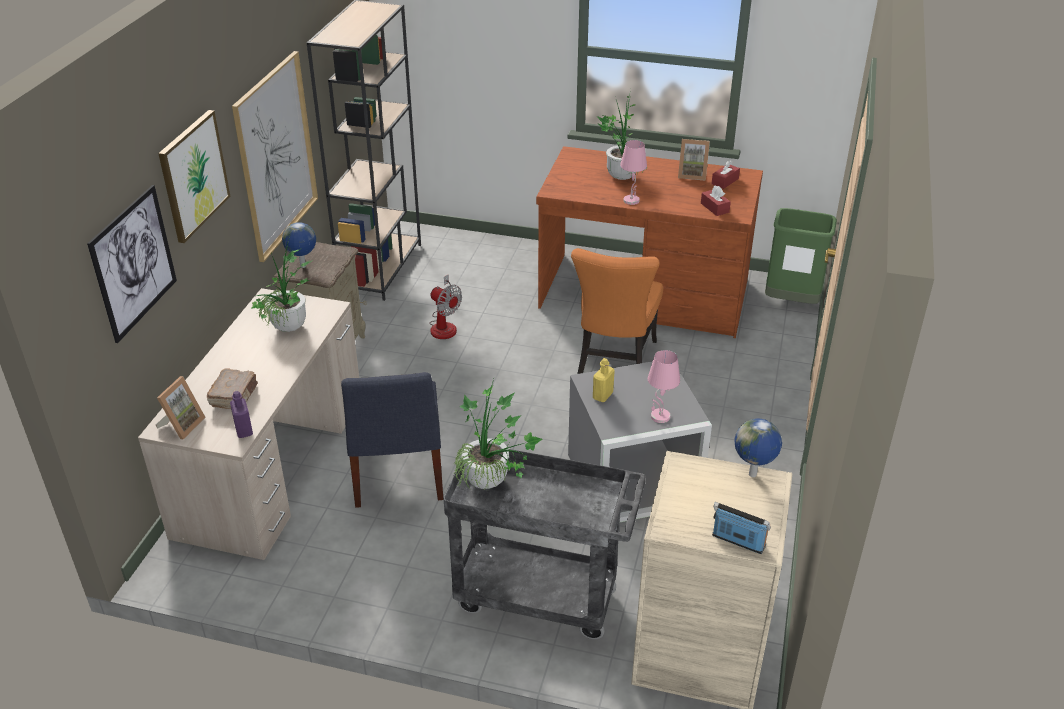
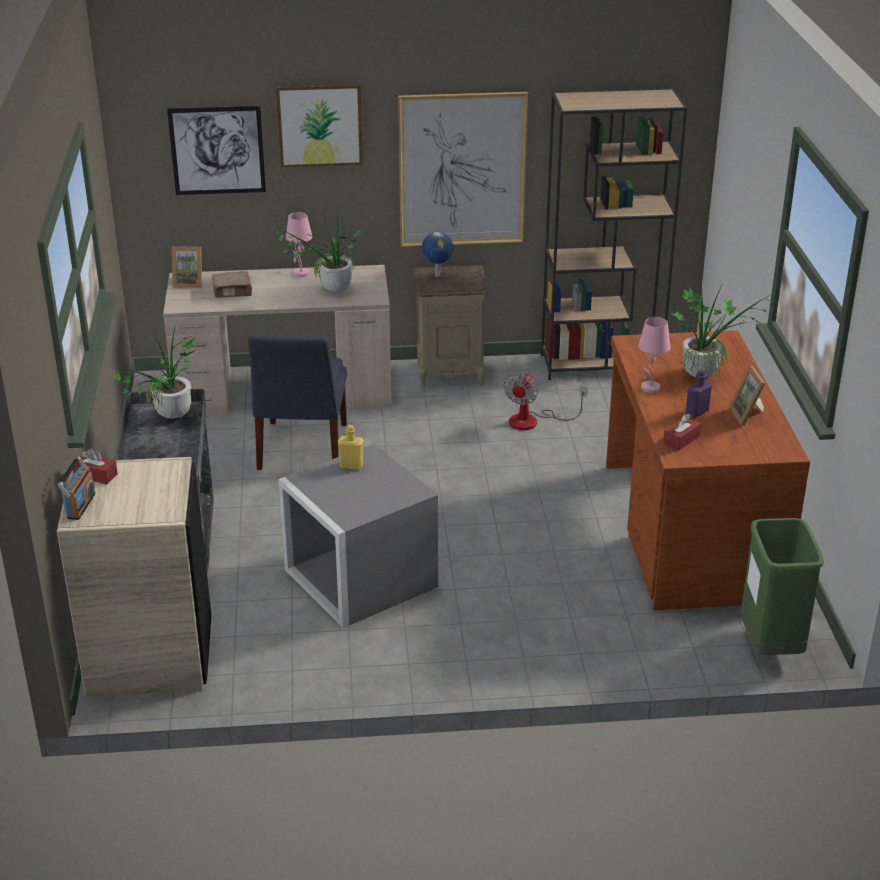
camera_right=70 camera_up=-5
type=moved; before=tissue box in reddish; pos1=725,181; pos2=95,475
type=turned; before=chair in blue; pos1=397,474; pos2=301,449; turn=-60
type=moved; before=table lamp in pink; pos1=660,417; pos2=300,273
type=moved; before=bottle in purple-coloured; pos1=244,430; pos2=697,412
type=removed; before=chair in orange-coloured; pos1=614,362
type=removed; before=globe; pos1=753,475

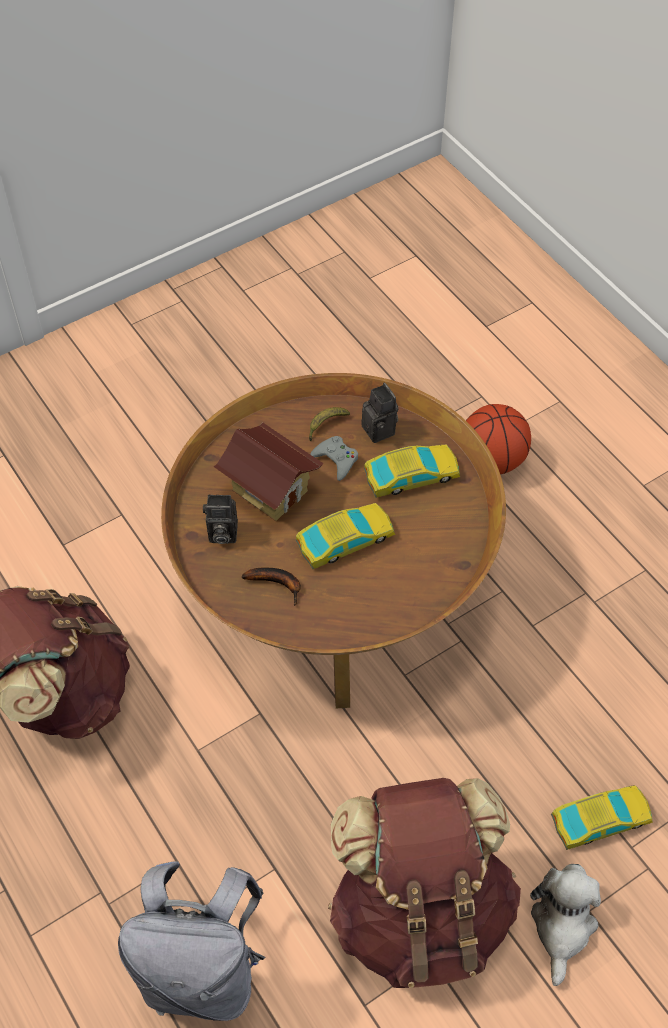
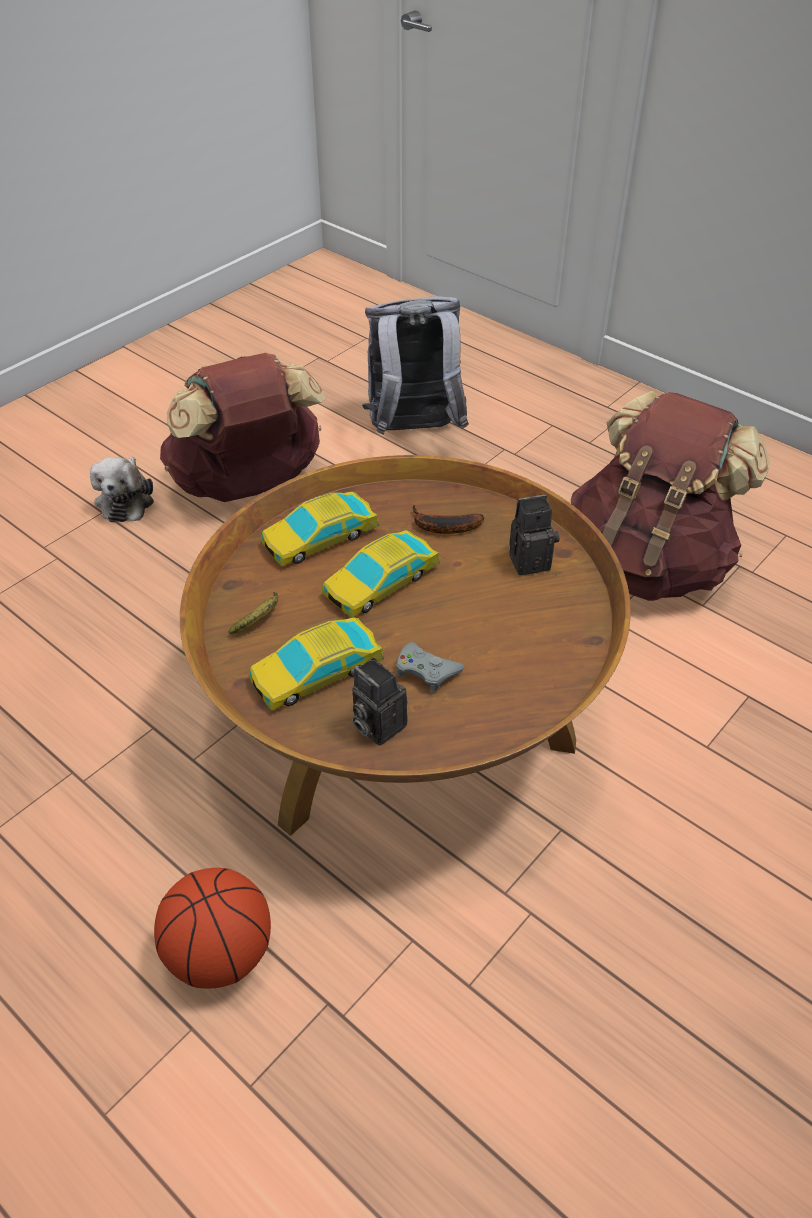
camera_right=165 camera_up=-10
type=moved; before=banana; pos1=326,425; pos2=259,619
type=moved; before=toy car; pos1=600,820; pos2=320,537
type=removed; before=miniature house; pos1=270,490

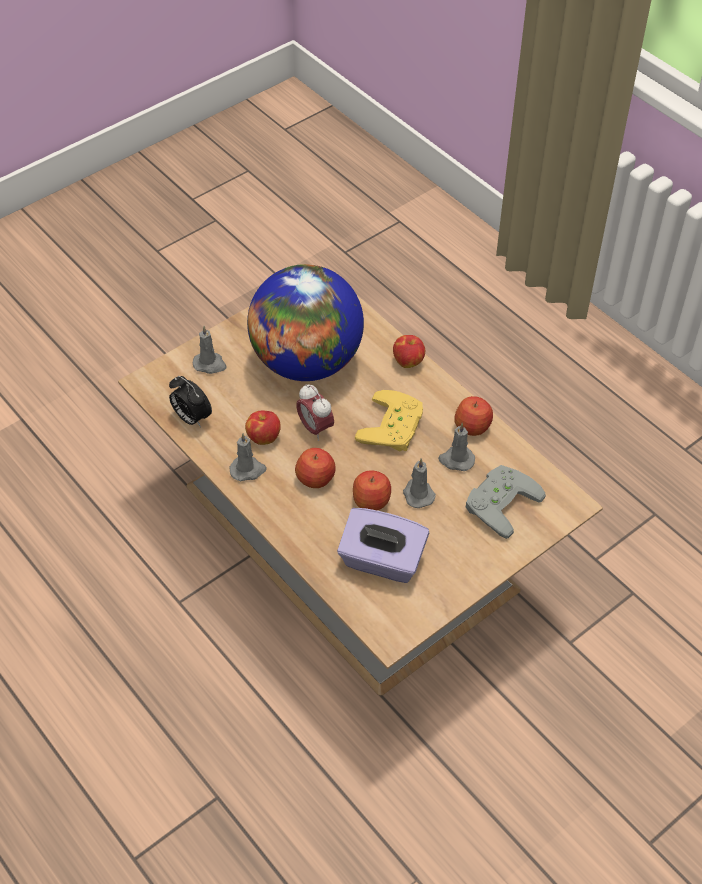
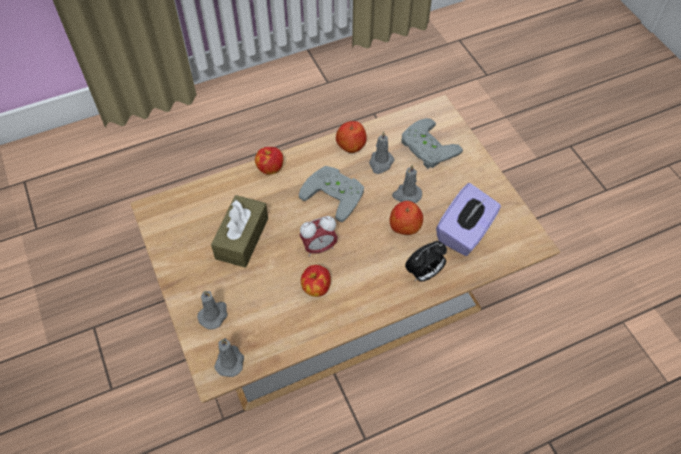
camera_right=-75 camera_up=5
type=replaced; before=globe; after=tissue box in brown-coloured; pos1=307,362; pos2=242,238
type=moved; before=wax light in greyish; pos1=248,470; pos2=230,361
type=recoloured; before=joypad in yellow-coloured; after=joypad in greyish; pos1=395,427; pos2=336,193
type=moved; before=bedside clock; pos1=191,418; pos2=424,274
type=removed; before=apple; pos1=316,478

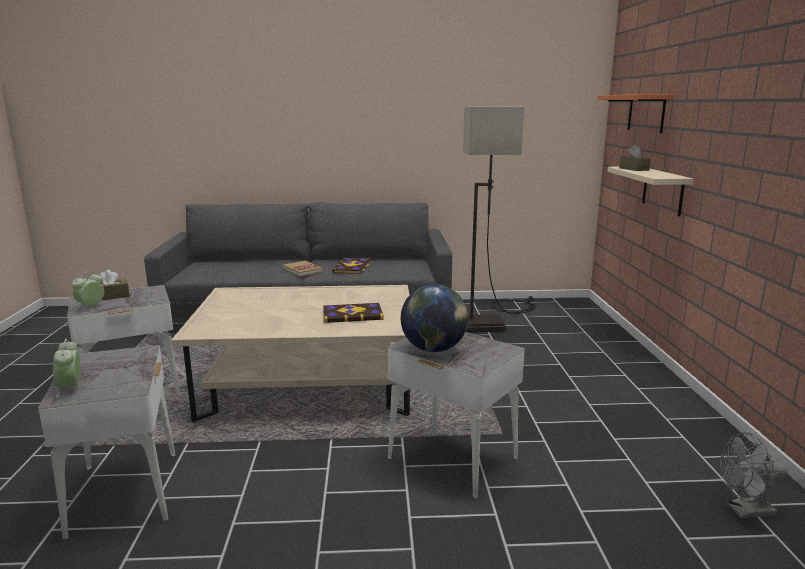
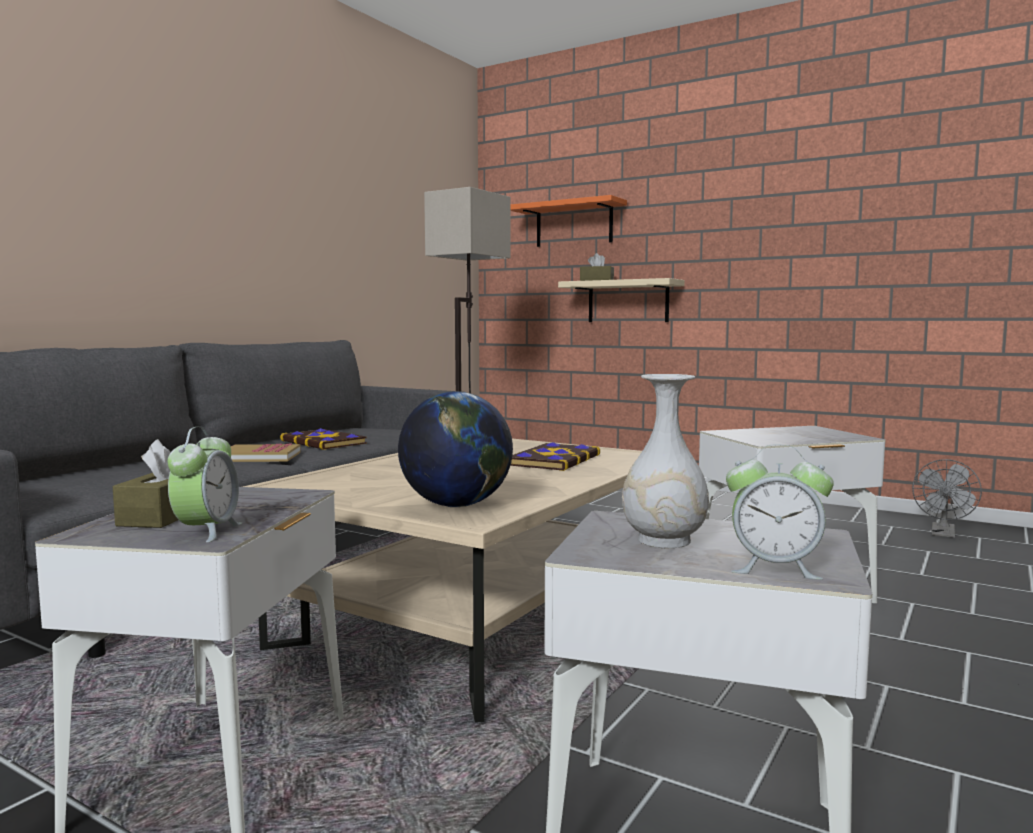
camera_right=-55 camera_up=-10
type=turned; before=bedside clock; pos1=91,307; pos2=207,531; turn=-150
type=moved; before=globe; pos1=433,350; pos2=456,506
type=added; after=decorative vase in whitish; pos2=663,540

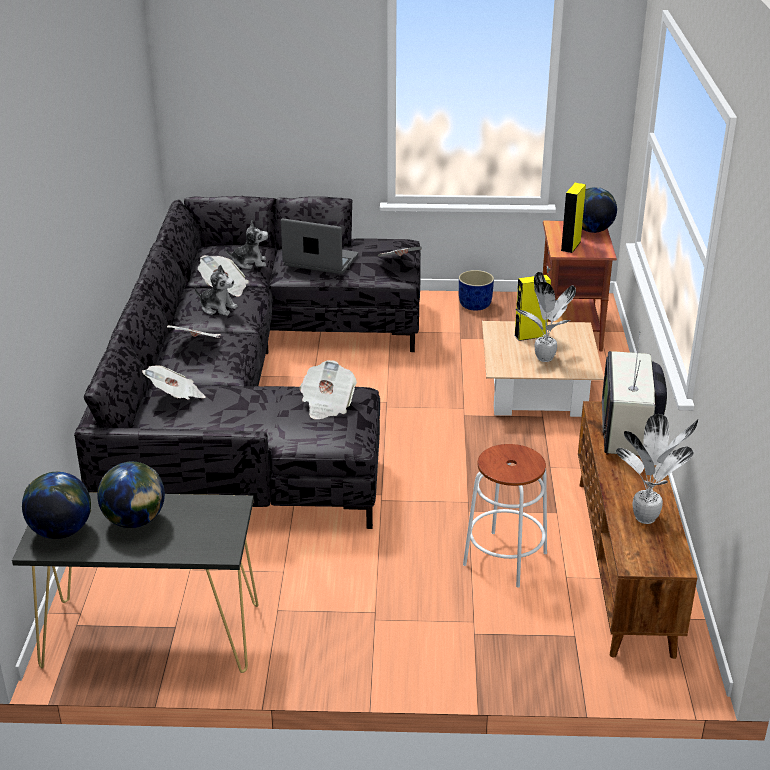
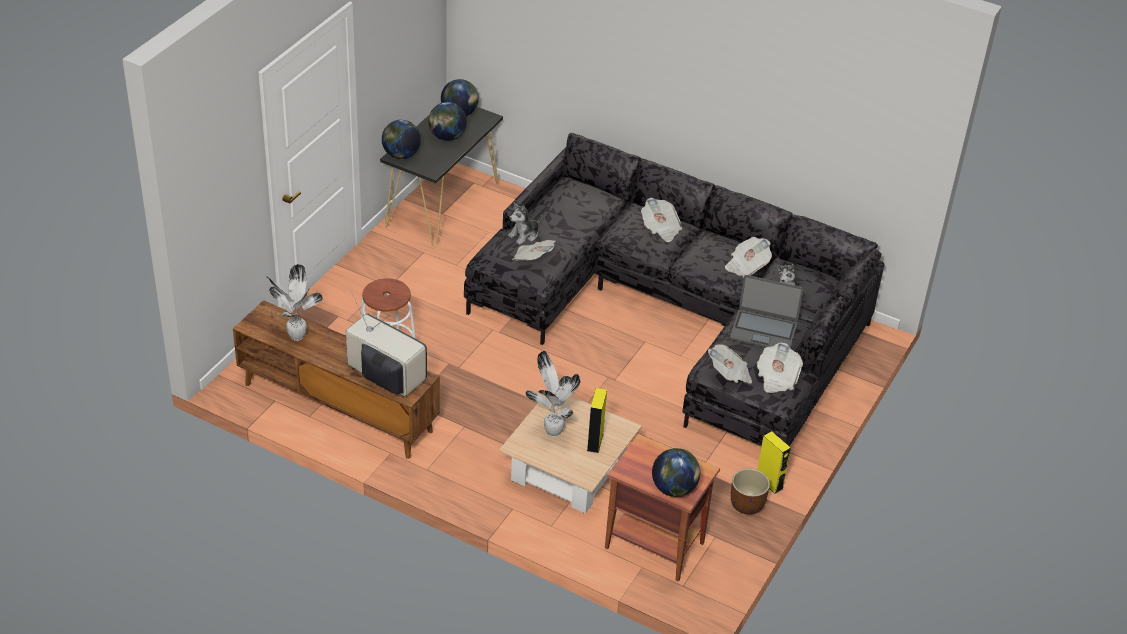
camera_right=115 camera_up=10
type=added; after=globe; pos2=401,155
type=moved; before=cuddly toy; pos1=217,308; pos2=524,235
type=turned; before=portable computer; pos1=320,261; pos2=763,331; turn=60
type=recoloured; before=flower pot in blue; after=flower pot in brown-coloured; pos1=475,305; pos2=746,504
type=moved; before=printed paper; pos1=176,396; pos2=776,378
type=moved; before=loudspeaker in yellow-coloured; pos1=571,246; pos2=769,482

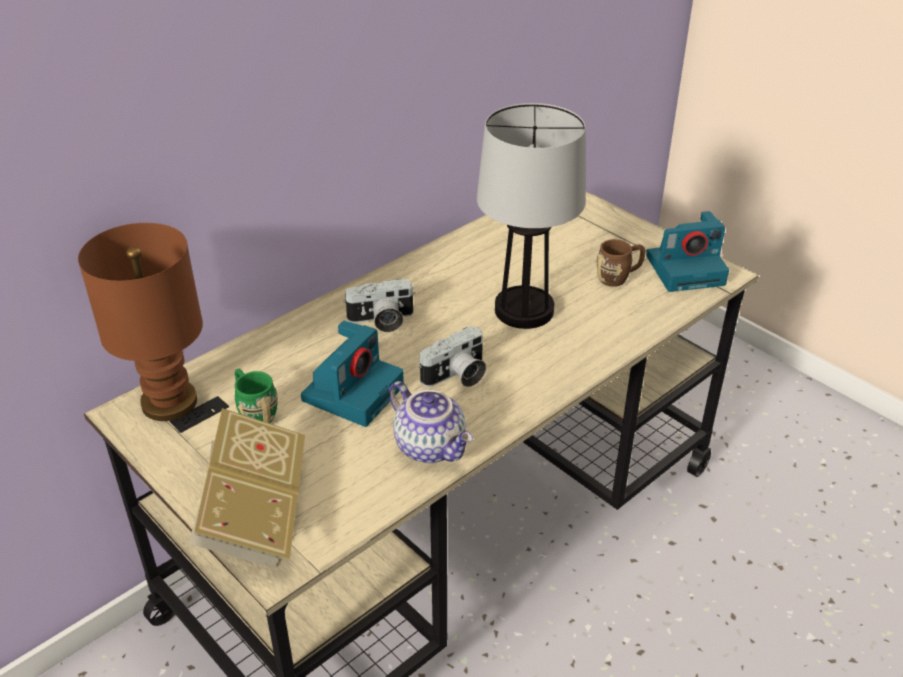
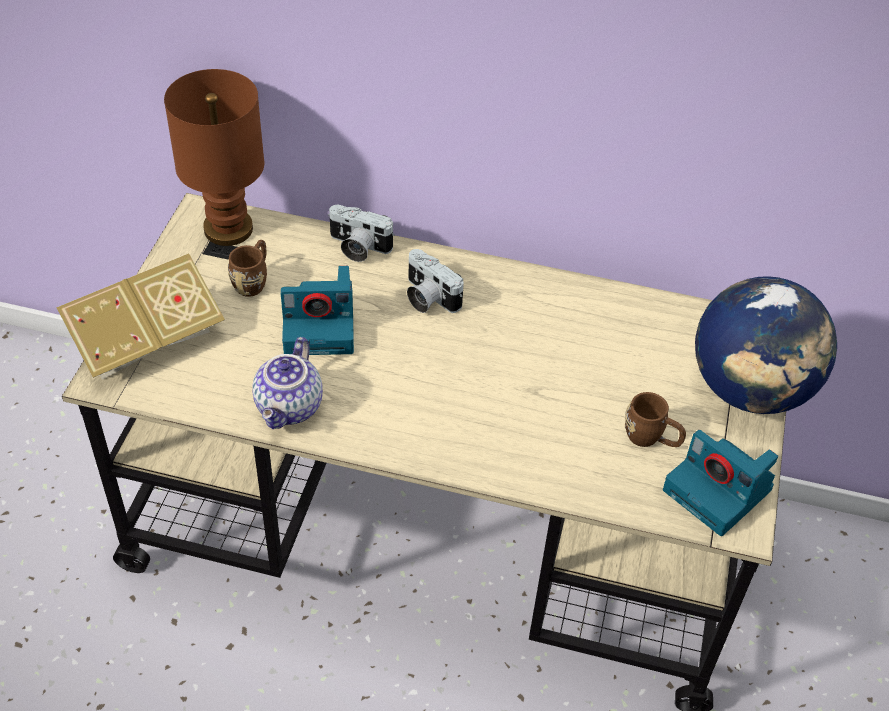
camera_right=55 camera_up=10
type=recoloured; before=tea mug in greenish; after=tea mug in brown-coloured; pos1=254,411; pos2=253,280
type=moved; before=photo camera; pos1=457,376; pos2=357,247
type=added; after=globe; pos2=750,390
type=removed; before=table lamp; pos1=525,311

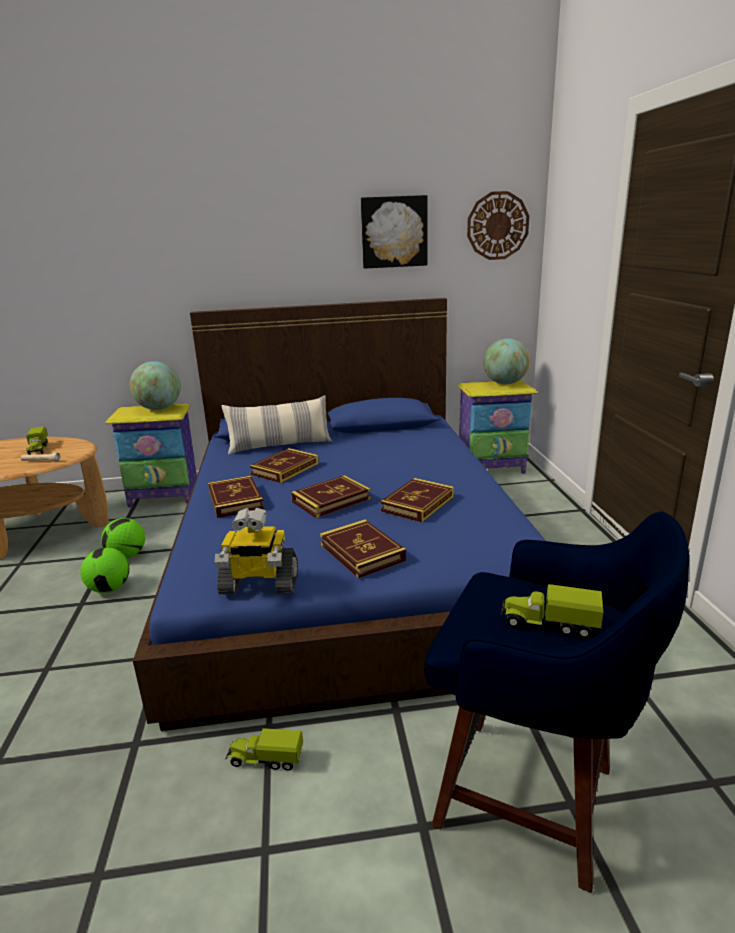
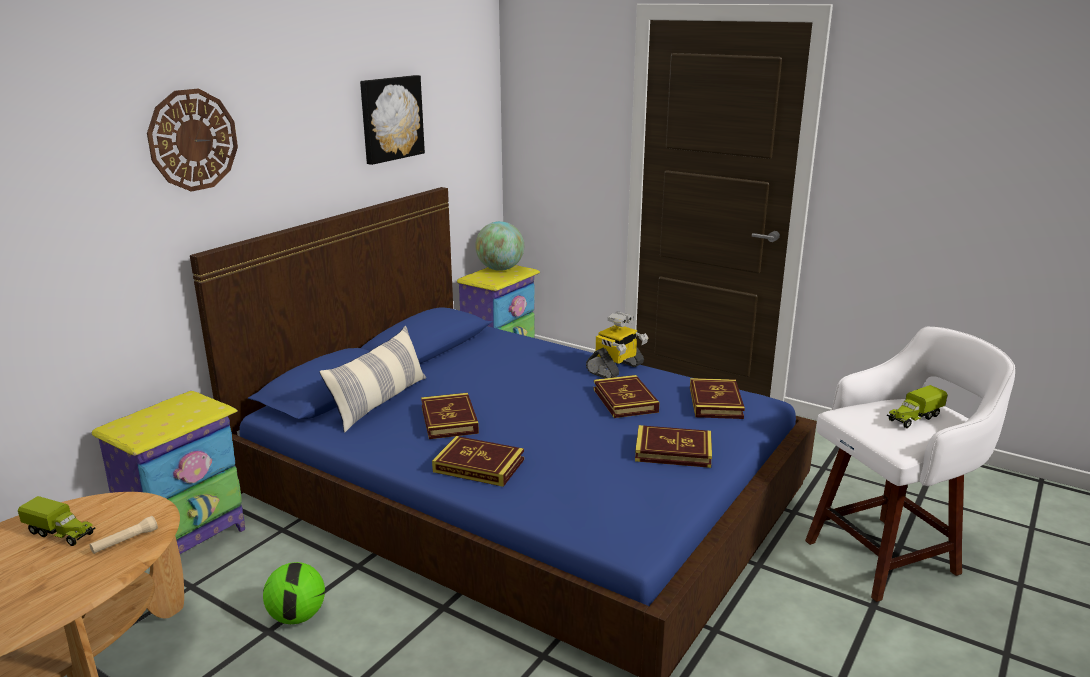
camera_right=-50 camera_up=0
type=moved; before=clock on the wall; pos1=497,226; pos2=193,140
type=moved; before=model robot; pos1=258,584; pos2=615,369
type=moved; before=bound book; pos1=331,500; pos2=715,402
type=recoloured; before=stool in blue; after=stool in whitish; pos1=533,800; pos2=887,556
type=removed; before=ball for football; pos1=109,588
type=removed; before=globe; pos1=159,409
type=removed; before=toy lorry; pos1=265,759

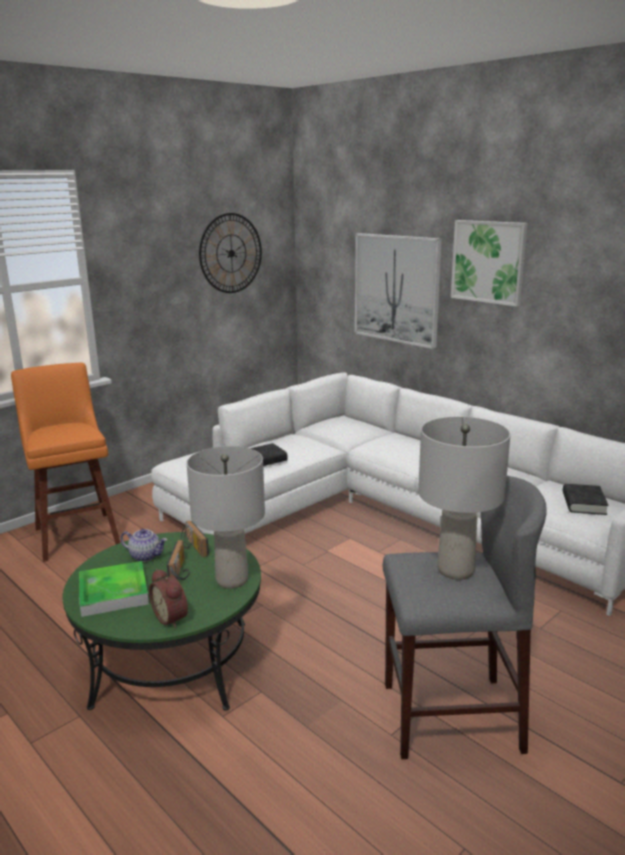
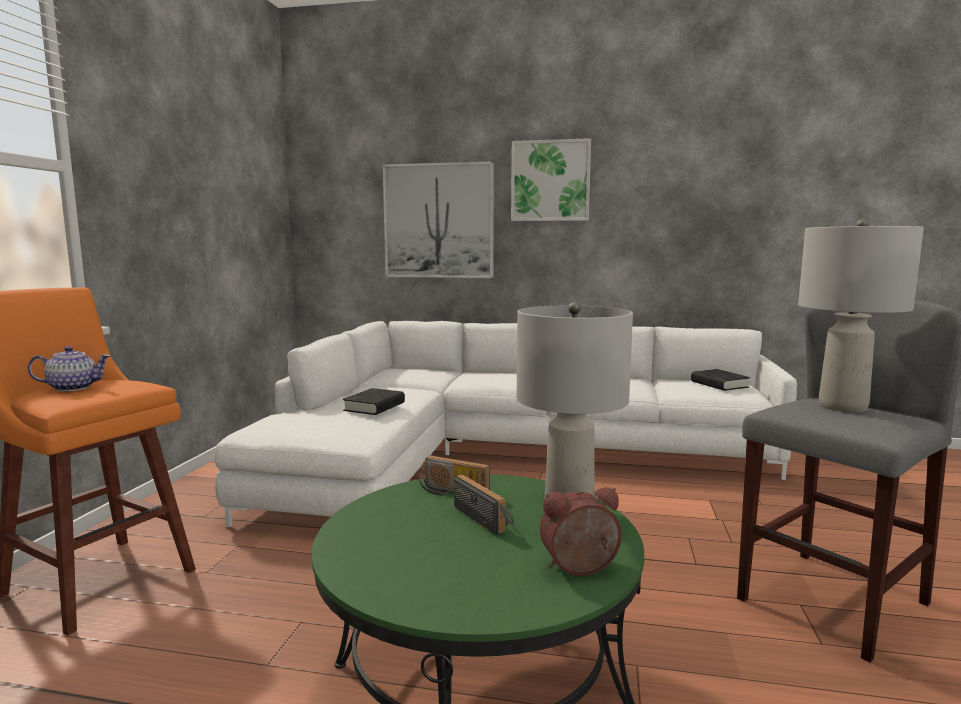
camera_right=-35 camera_up=-10
type=moved; before=teapot; pos1=146,556; pos2=73,388
type=turned; before=bedside clock; pos1=172,617; pos2=581,569; turn=150
type=removed; before=tray; pos1=113,592
type=removed; before=clock on the wall; pos1=231,253

